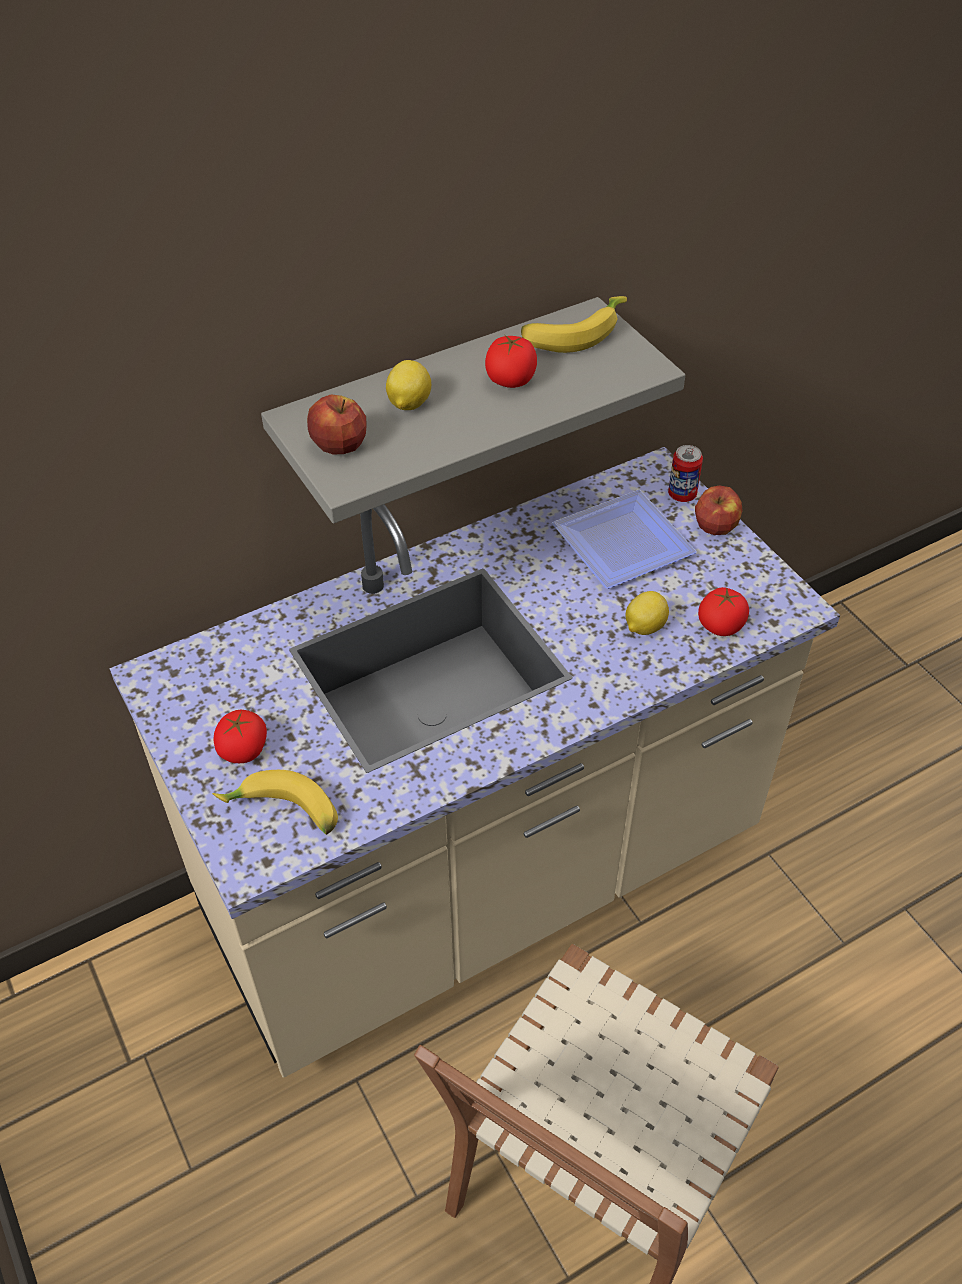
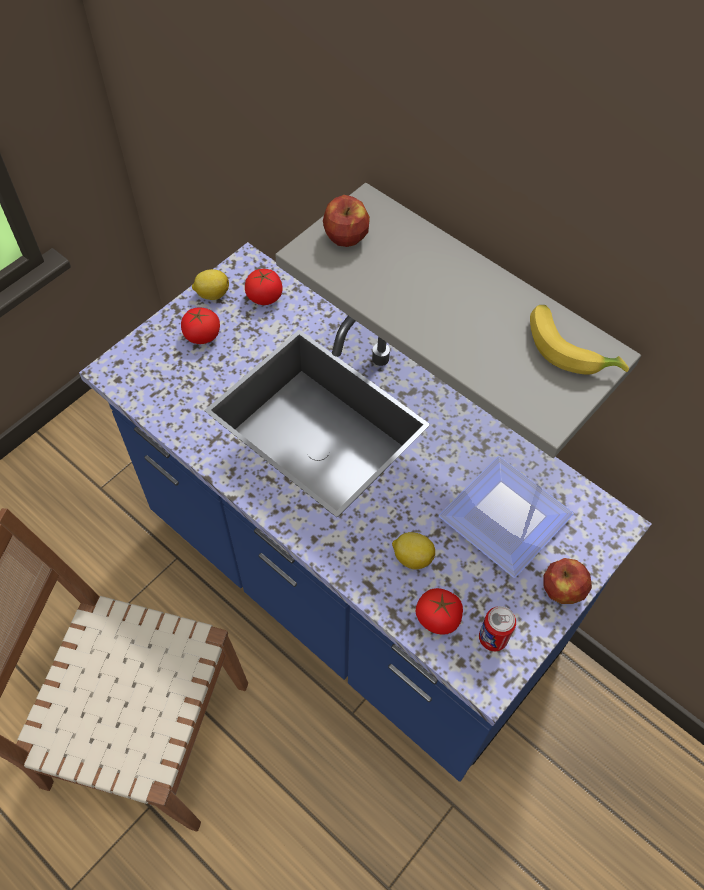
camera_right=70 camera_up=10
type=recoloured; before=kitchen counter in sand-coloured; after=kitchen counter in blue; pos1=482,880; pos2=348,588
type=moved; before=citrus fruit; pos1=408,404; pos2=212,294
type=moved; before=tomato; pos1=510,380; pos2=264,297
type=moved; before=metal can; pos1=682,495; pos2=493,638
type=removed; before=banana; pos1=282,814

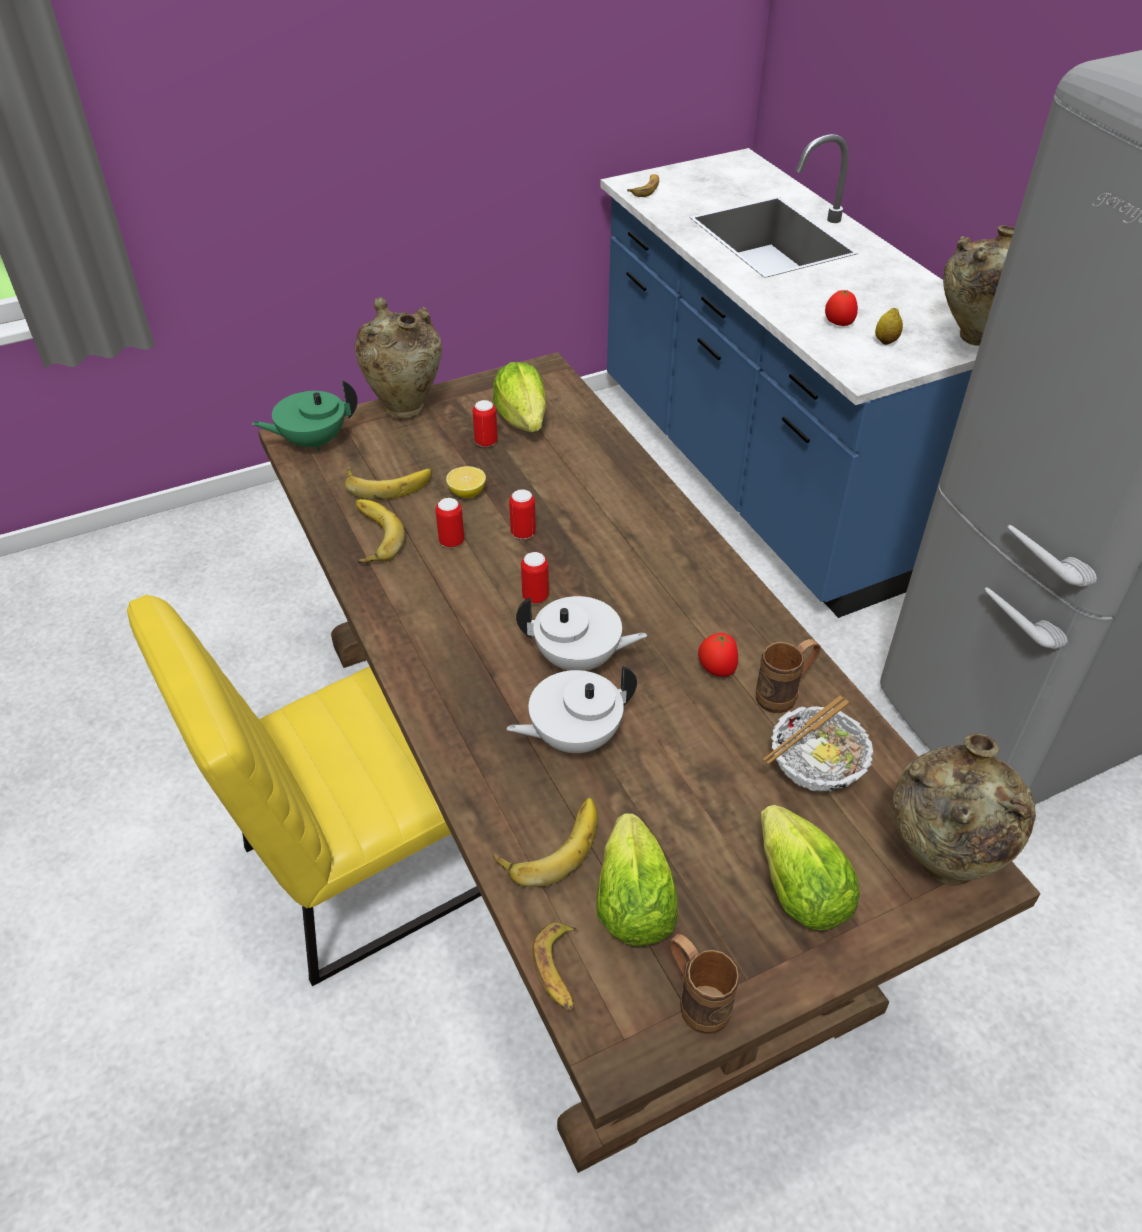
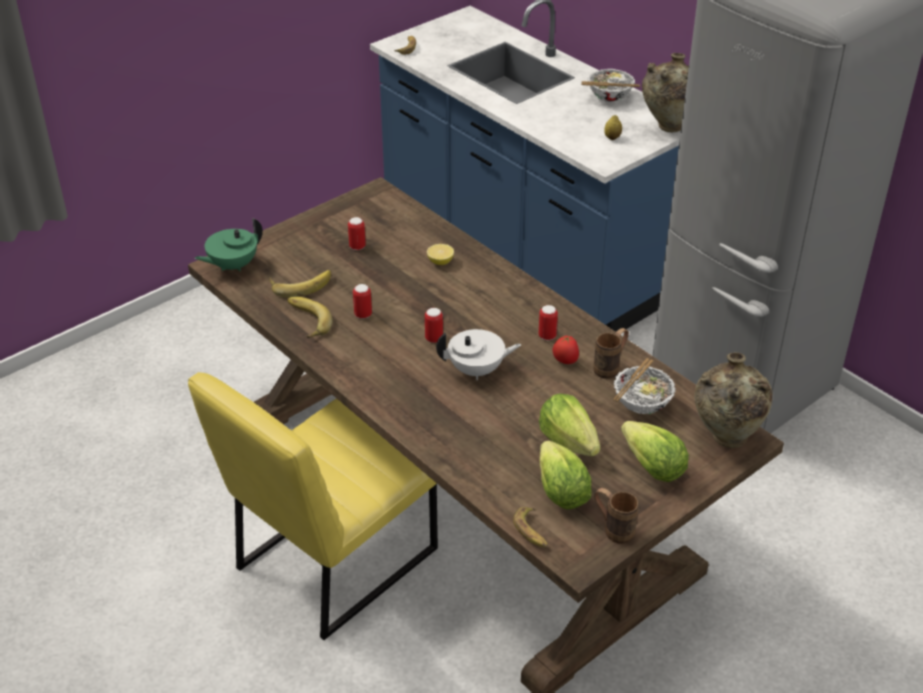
camera_right=-15 camera_up=-5
type=moved; before=citrus fruit; pos1=467,493; pos2=440,262
type=moved; before=metal can; pos1=523,533; pos2=547,336
type=moved; before=lettuce head; pos1=523,419; pos2=568,441
type=added; after=serving bowl; pos2=609,97
type=removed; before=decorative vase in sand-coloured; pos1=405,406
type=removed; before=banana; pos1=550,843
type=removed; before=teapot in whitish; pos1=573,736
type=removed; before=tomato; pos1=838,324

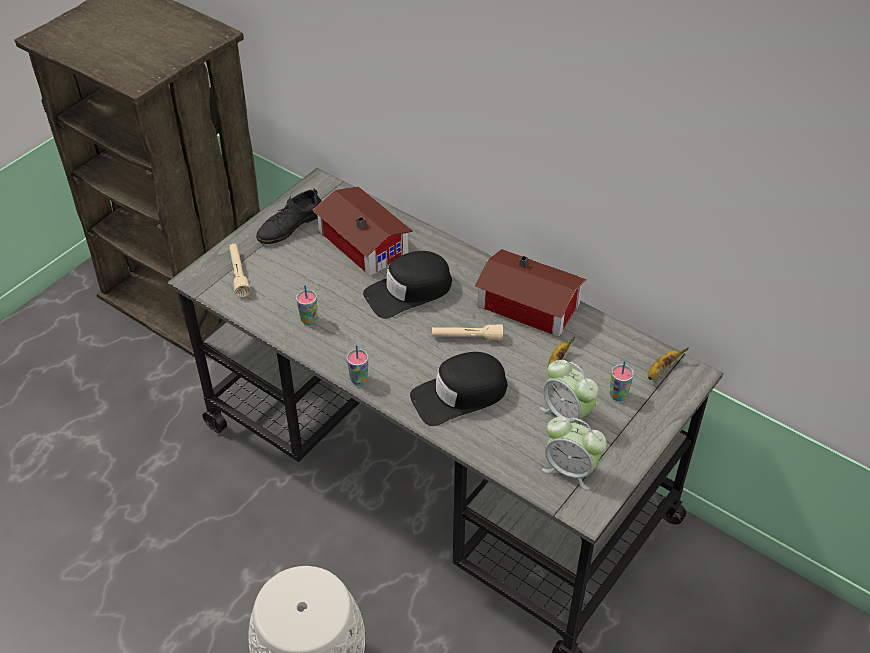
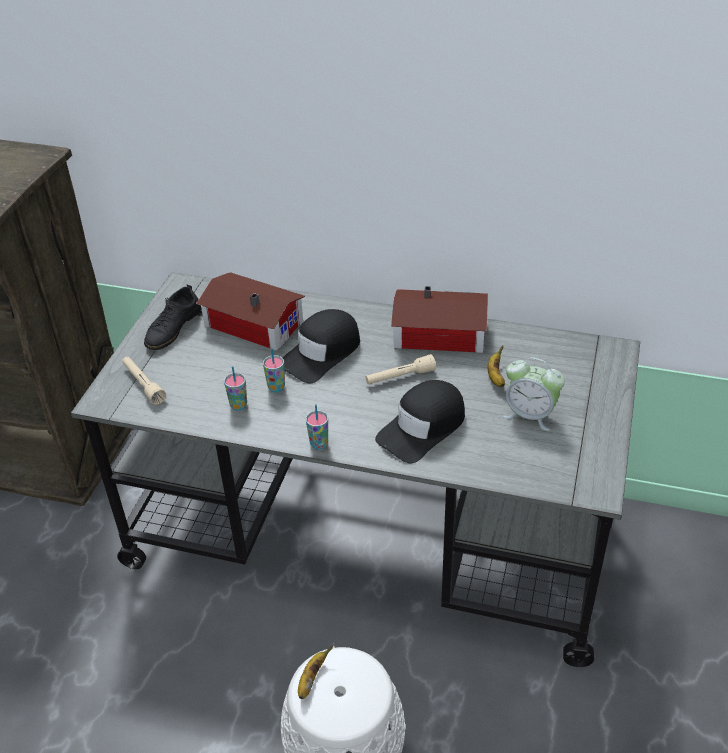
camera_right=-20 camera_up=-5
type=moved; before=drinking cup; pos1=618,395; pos2=276,387
type=moved; before=banana; pos1=661,370; pos2=311,678
type=removed; before=bedside clock; pos1=570,469

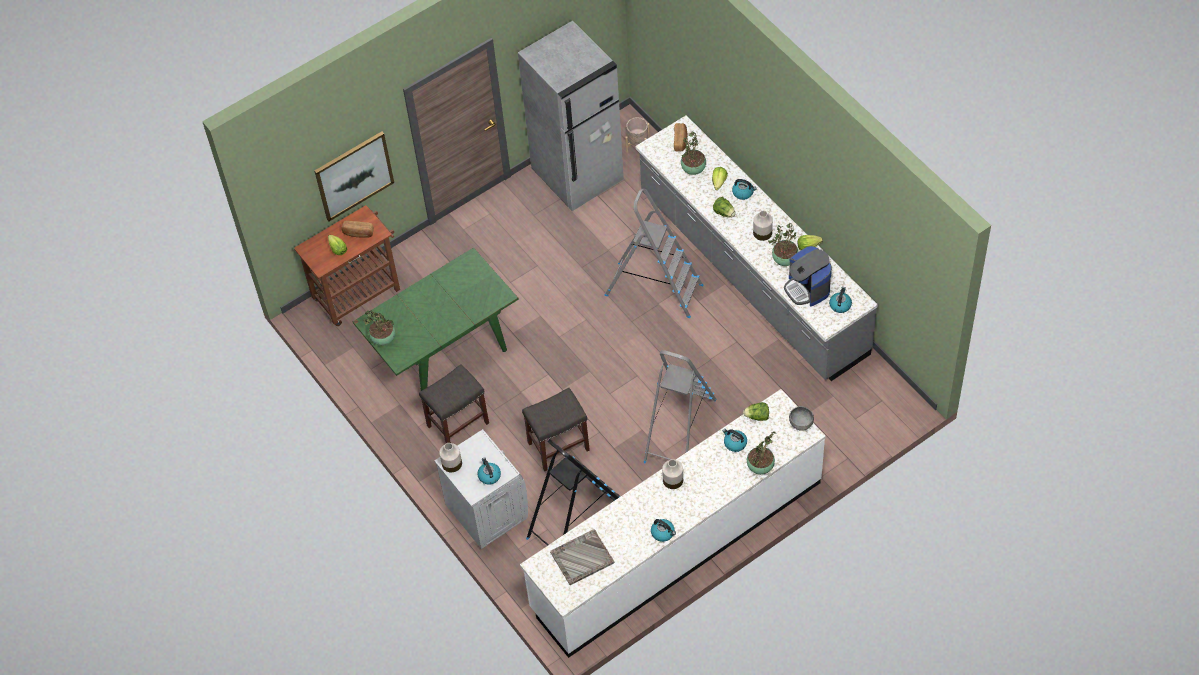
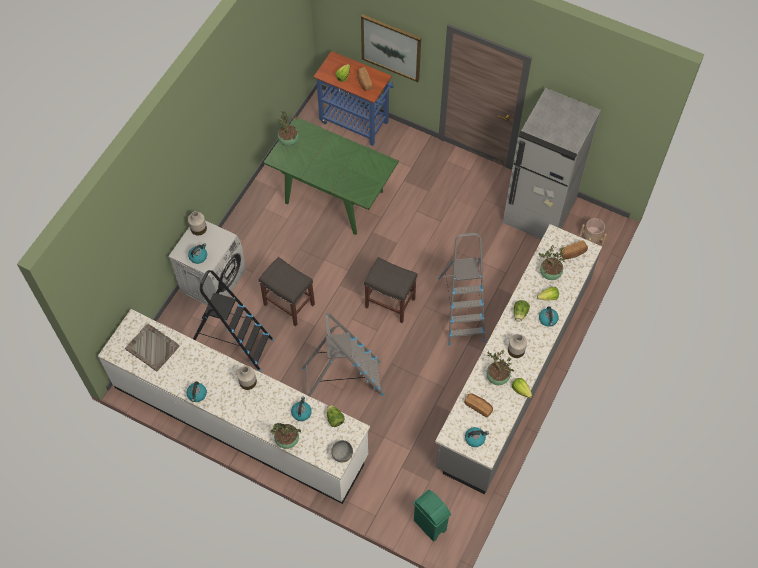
camera_right=60 camera_up=5
type=recoloured; before=wheeled cart in brown-coloured; after=wheeled cart in blue; pos1=358,294; pos2=355,123
type=moved; before=stool in greyish; pos1=457,425; pos2=389,303
type=added; after=trash can in greenish; pos2=430,525
type=replaced; before=coffee maker; after=bakery bread; pos1=807,288; pos2=478,406

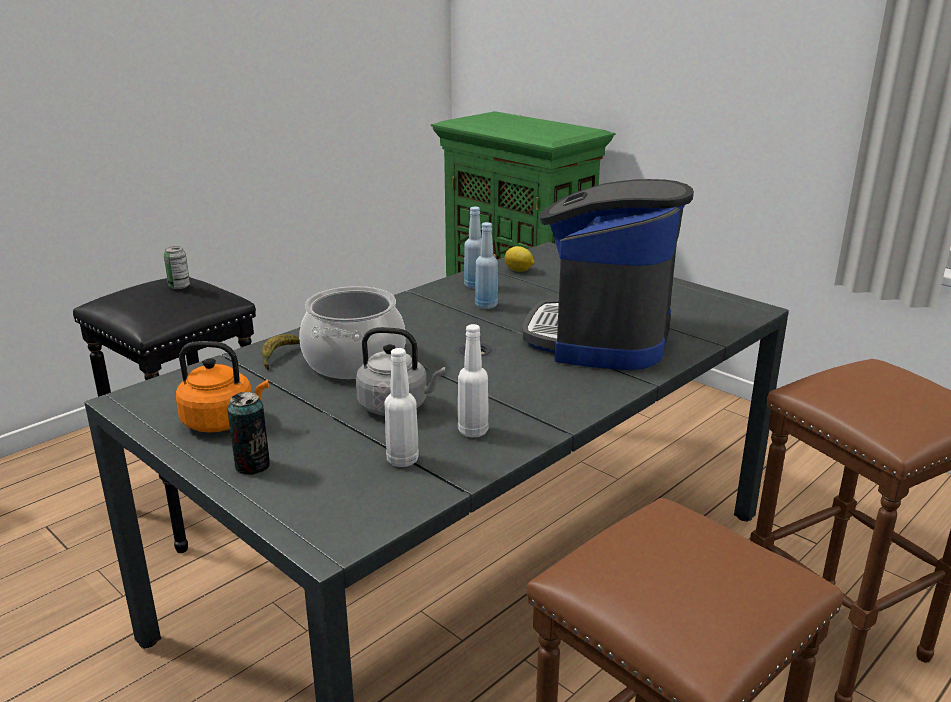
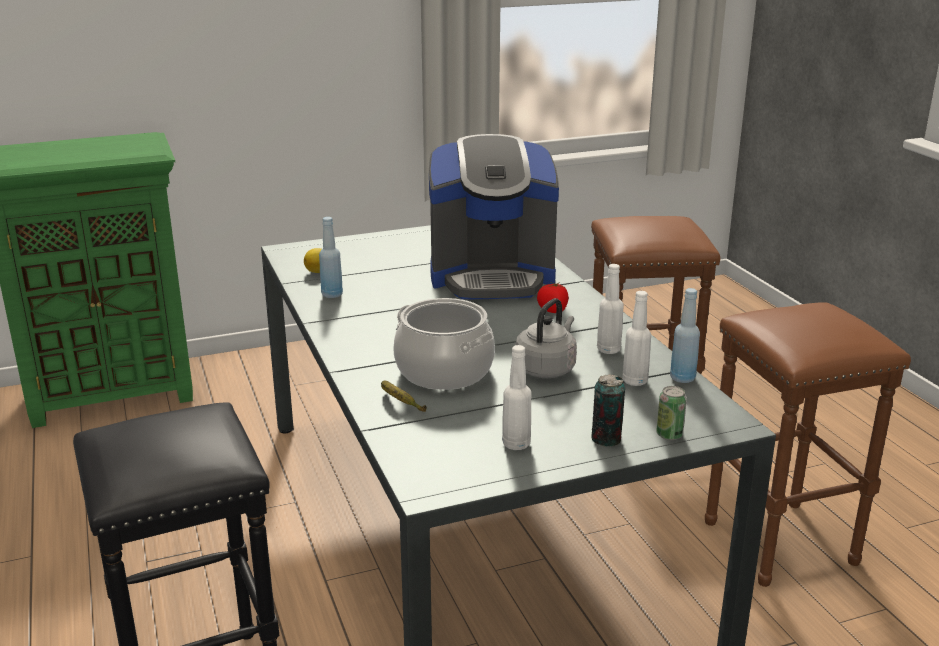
camera_right=-65 camera_up=0
type=turned; before=coffee maker; pos1=601,337; pos2=492,276; turn=-45
type=replaced; before=kettle in orange-coloured; after=bottle in whitish; pos1=222,422; pos2=516,444
type=added; after=tomato; pos2=553,310
type=moved; before=metal can; pos1=179,286; pos2=669,435
type=moved; before=bottle in blue; pos1=486,305; pos2=682,378

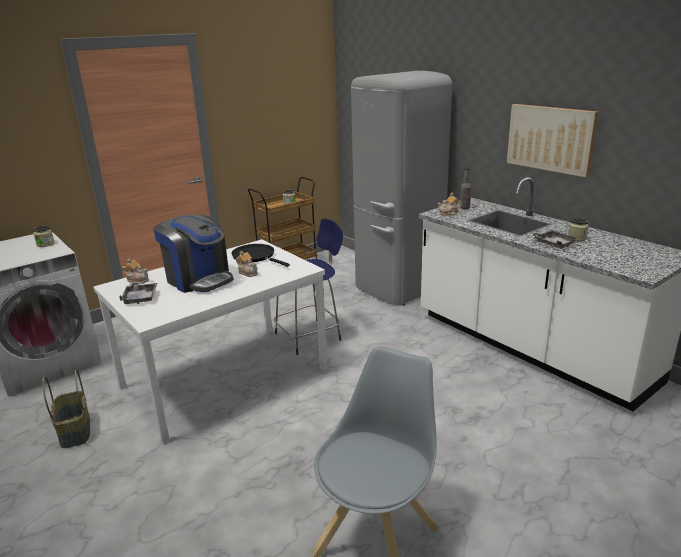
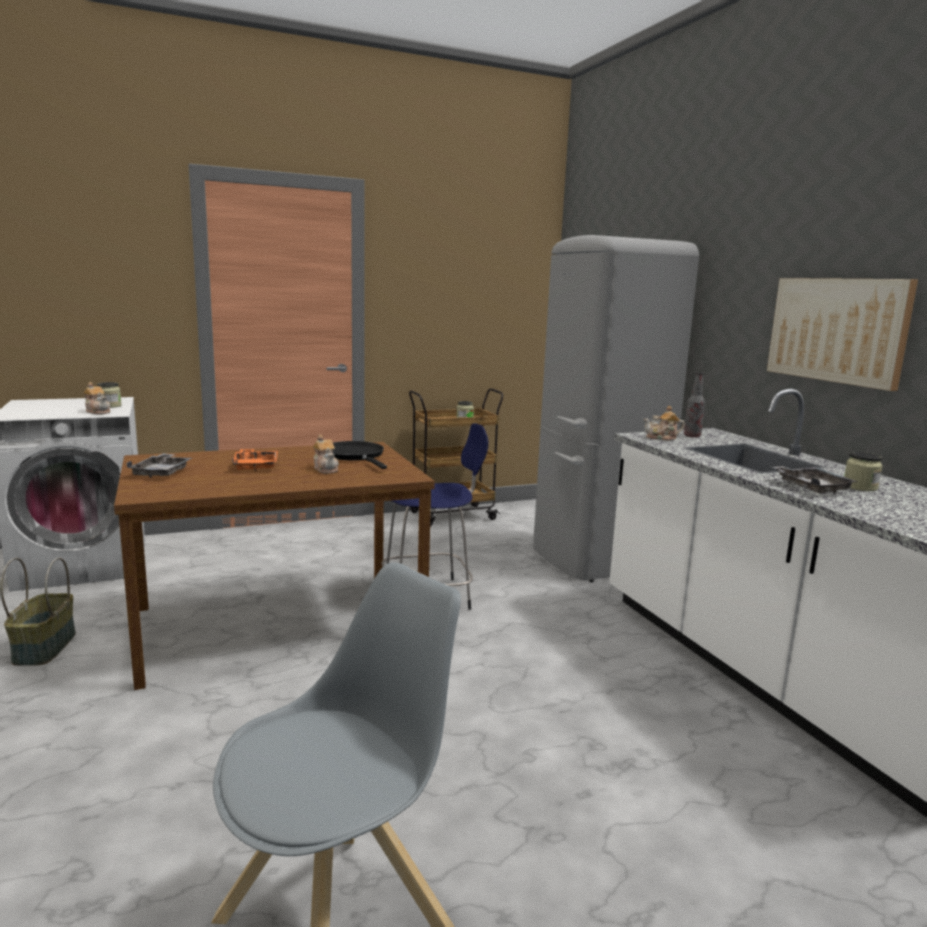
camera_right=15 camera_up=-10
type=moved; before=teapot; pos1=137,280; pos2=98,412
type=recoloured; before=dinner table in whitish; after=dinner table in brown-coloured; pos1=225,376; pos2=280,623
type=replaced; before=coffee maker; after=tray in orange-coloured; pos1=198,279; pos2=255,466

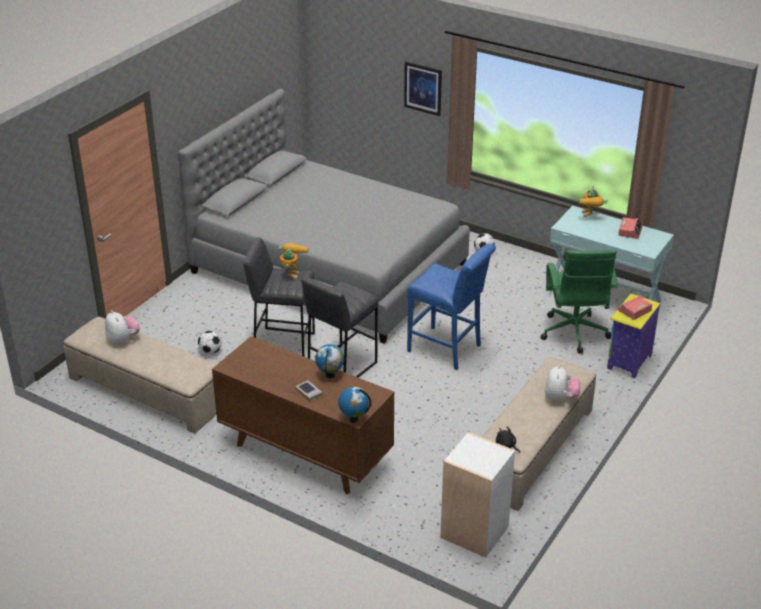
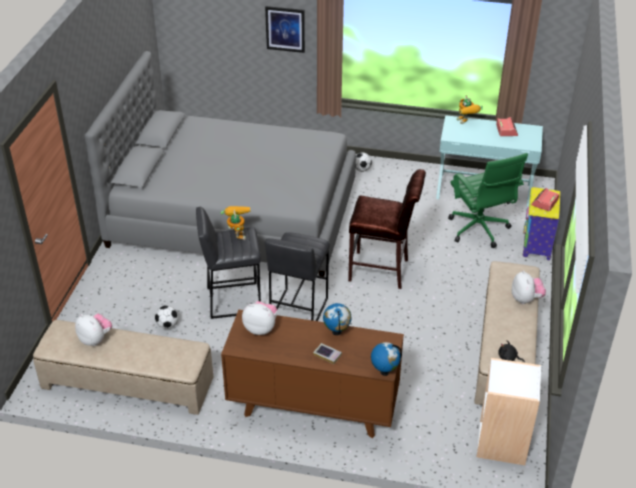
camera_right=-20 camera_up=5
type=added; after=cuddly toy; pos2=261,328
type=recoloured; before=stool in blue; after=stool in brown-coloured; pos1=447,350; pos2=382,271

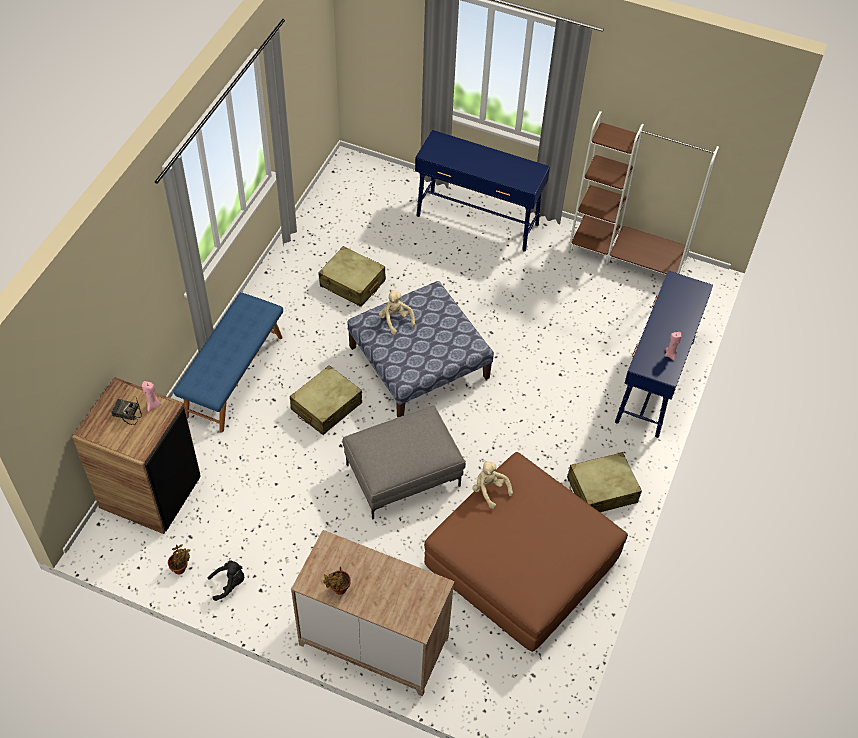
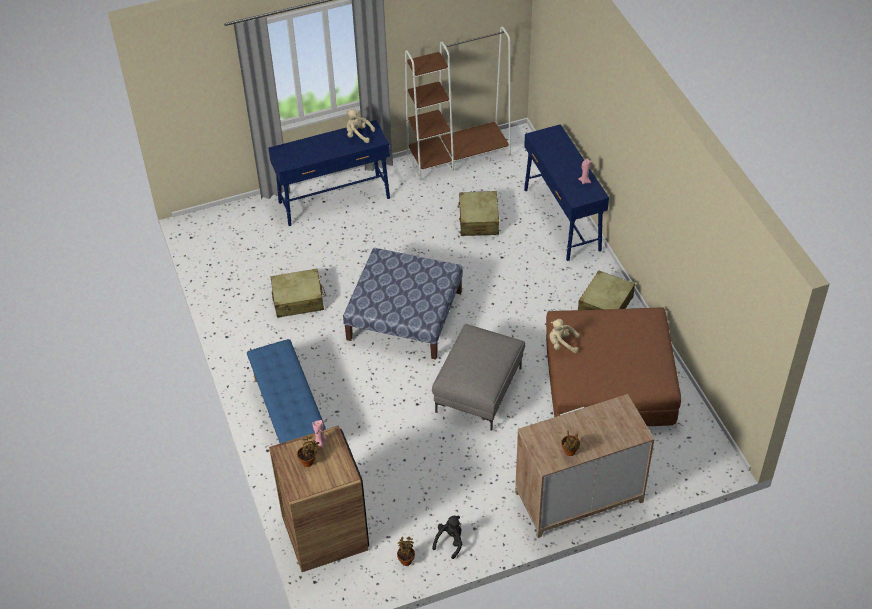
camera_right=-40 camera_up=-5
type=replaced; before=radio receiver; after=plant in a pot; pos1=126,414; pos2=309,461
type=moved; before=cuddly toy in sand-coloured; pos1=395,320; pos2=358,135
type=moved; before=piece of luggage in sand-coloured; pos1=326,406; pos2=478,220

